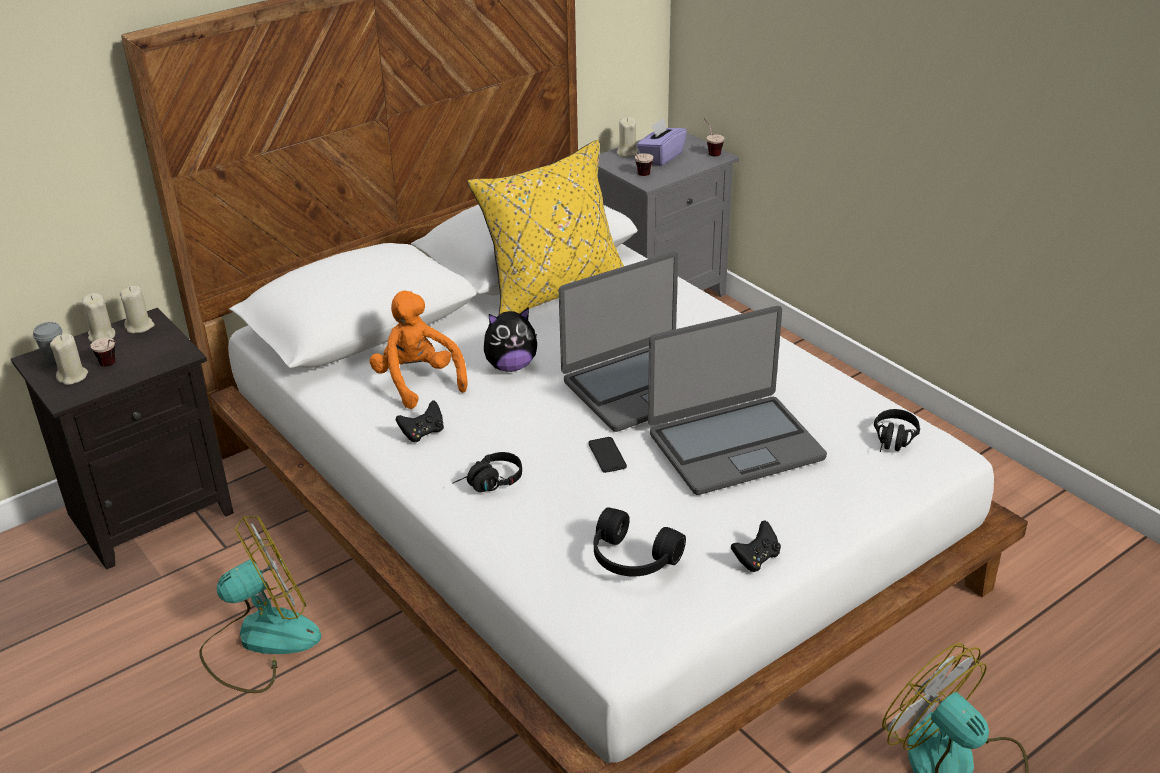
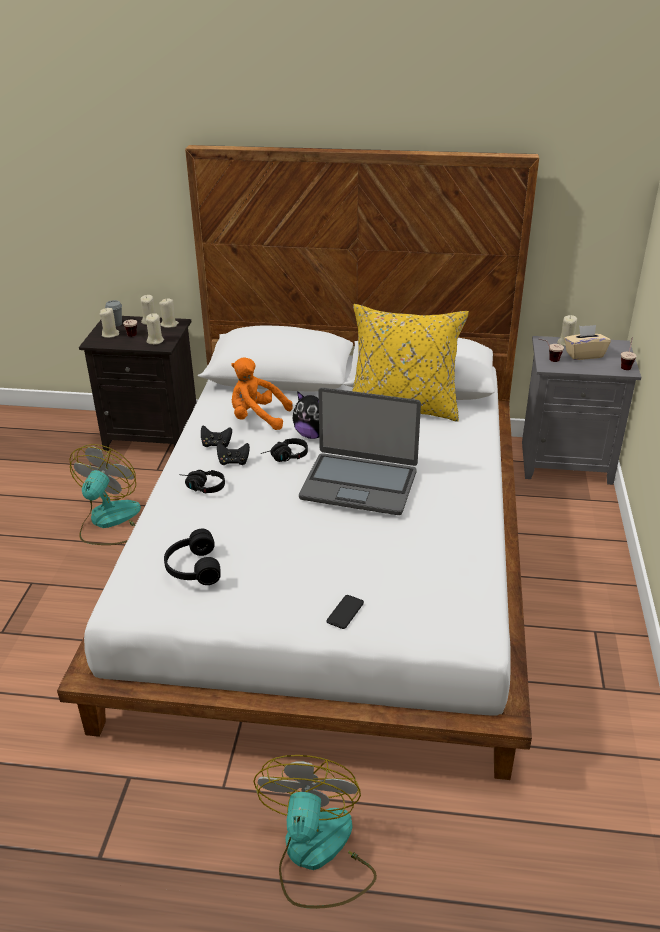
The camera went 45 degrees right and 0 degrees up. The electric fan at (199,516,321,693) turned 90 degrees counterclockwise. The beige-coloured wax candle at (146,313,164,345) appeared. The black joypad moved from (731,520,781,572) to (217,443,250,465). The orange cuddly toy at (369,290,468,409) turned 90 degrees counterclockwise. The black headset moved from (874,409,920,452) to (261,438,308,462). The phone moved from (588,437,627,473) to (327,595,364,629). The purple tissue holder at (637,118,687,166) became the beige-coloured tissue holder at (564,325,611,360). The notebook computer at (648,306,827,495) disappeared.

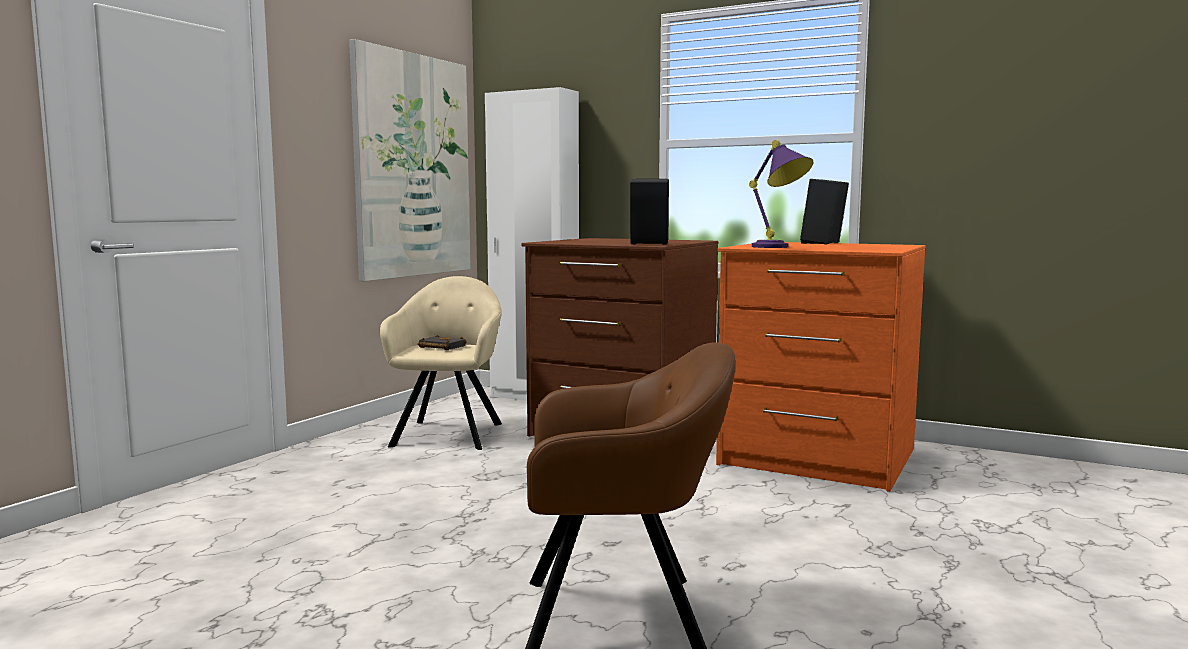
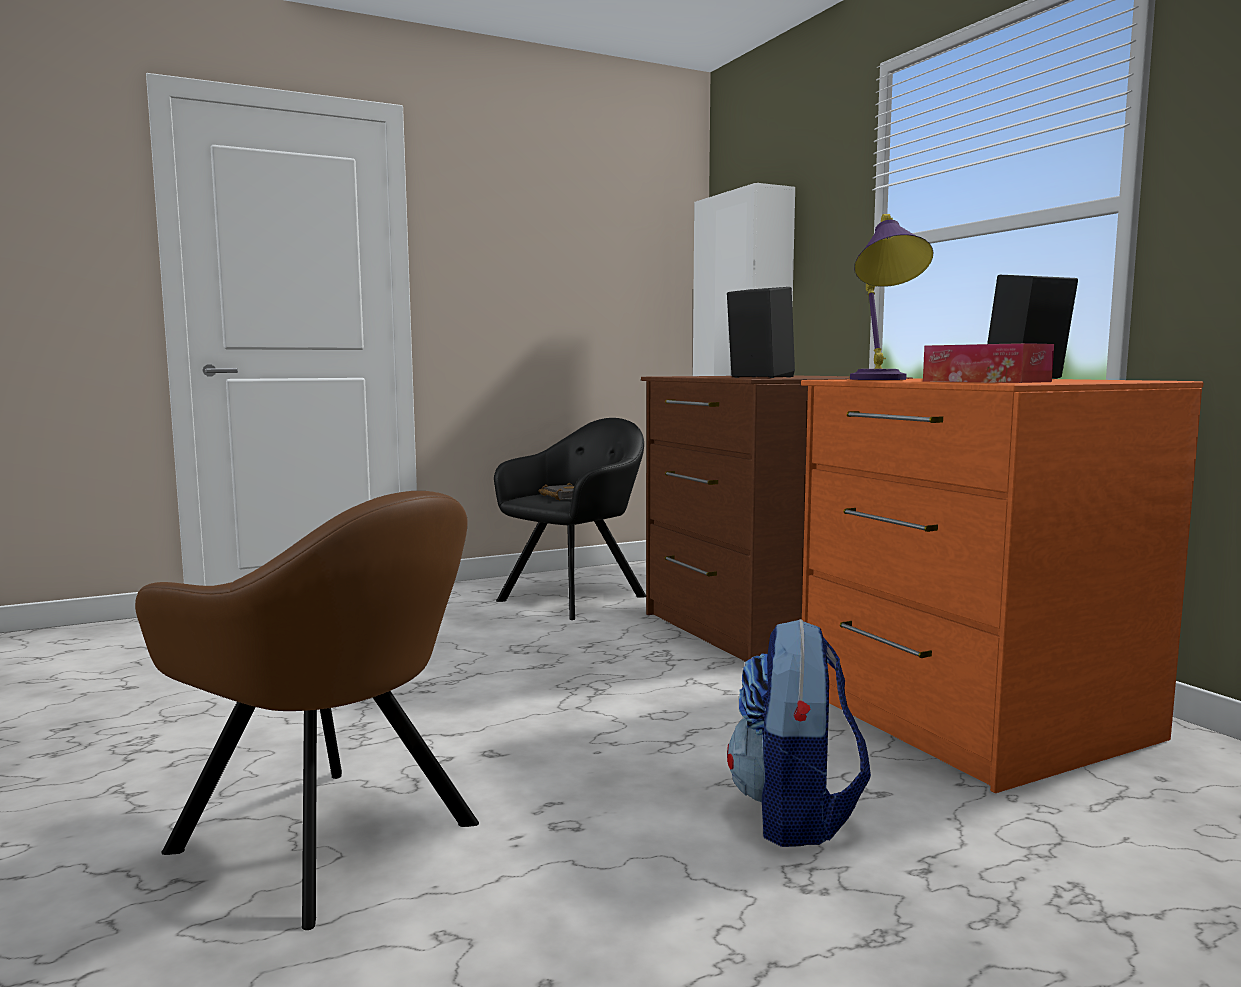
The camera went 35 degrees right and 0 degrees up. The beige-coloured easy chair at (380,276,502,450) became the black easy chair at (494,418,646,620). The rucksack at (727,619,871,847) appeared. The tissue holder at (923,343,1054,383) appeared. The picture at (349,39,471,281) disappeared.

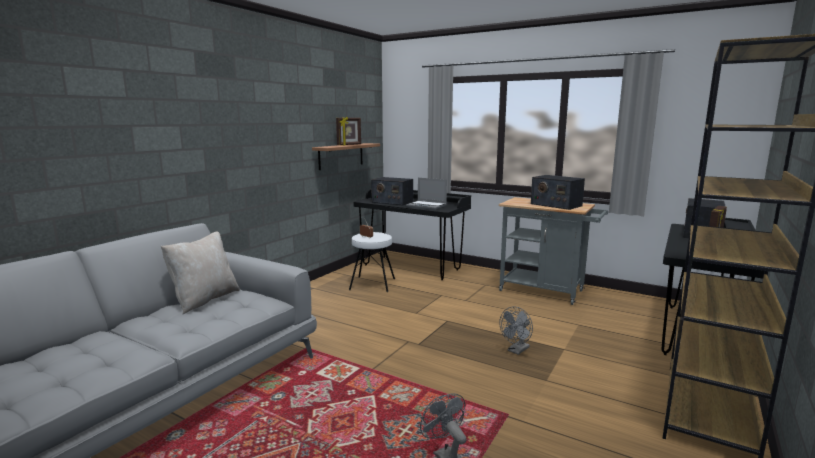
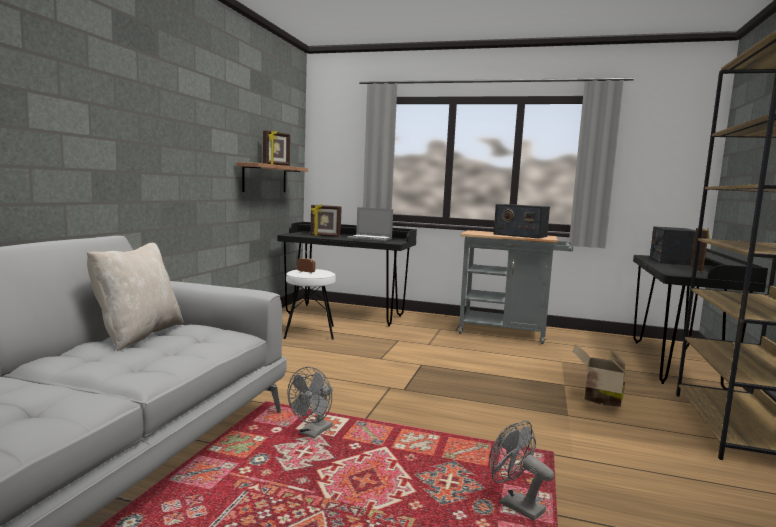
The camera went 15 degrees left and 5 degrees down. The greyish electric fan moved from (499,307,533,355) to (287,367,333,438). The radio at (371,177,413,205) was replaced by the photo frame at (310,204,342,237). The carton at (572,344,625,407) appeared.

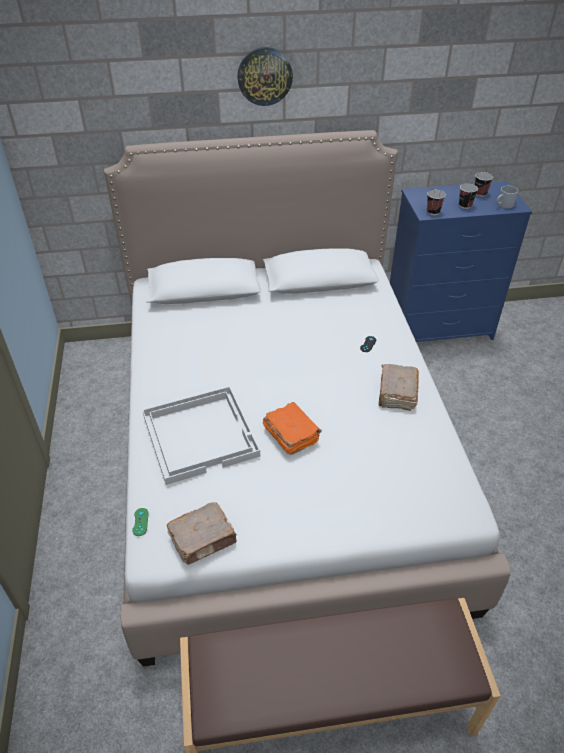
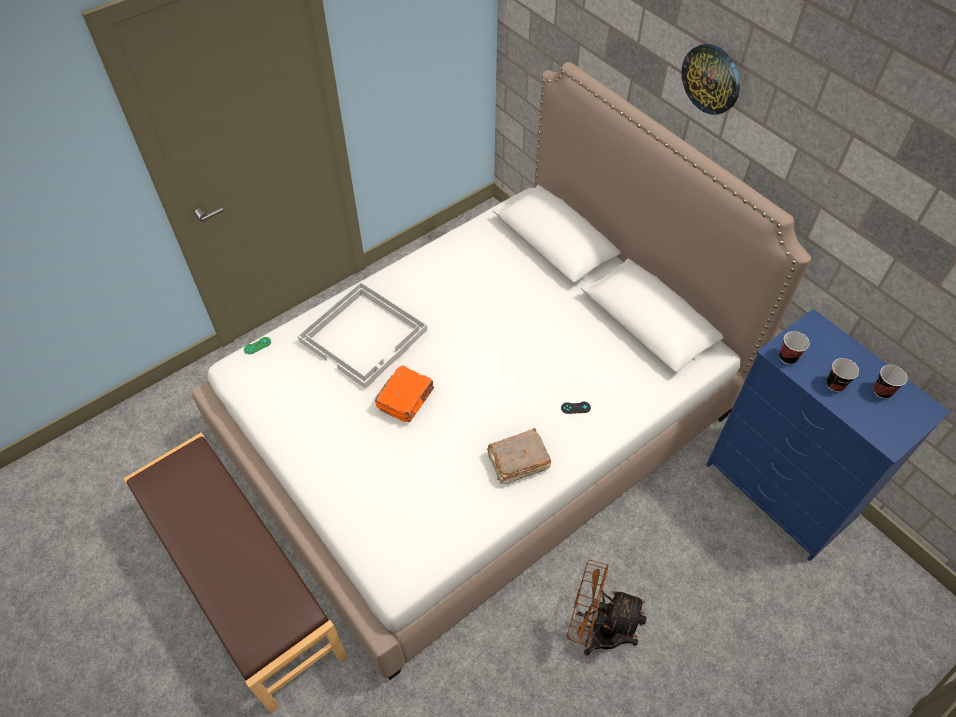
The camera went 60 degrees right and 10 degrees up. The brownish electric fan at (567,560,647,656) appeared. The brownish bound book at (167,502,237,565) disappeared. The greyish coffee mug at (496,186,518,208) disappeared.

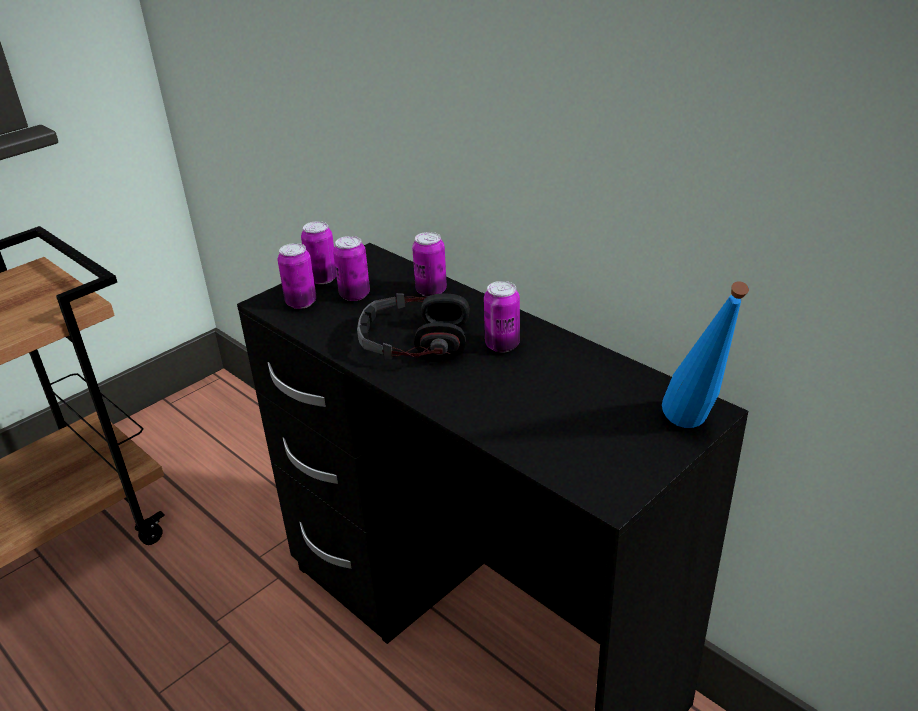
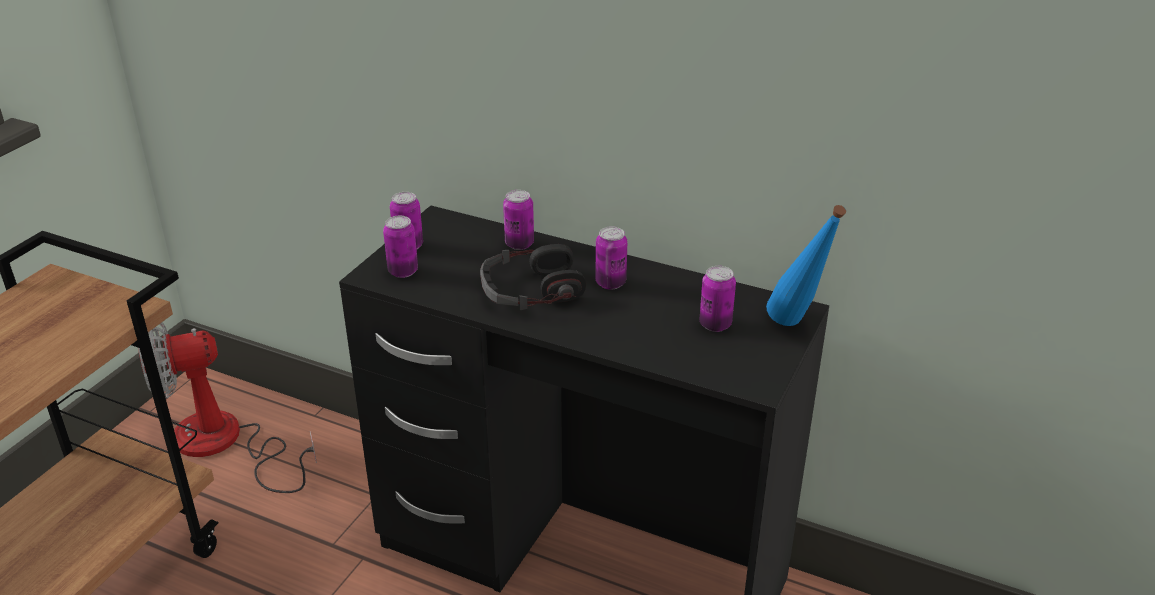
The camera went 20 degrees left and 0 degrees up. The electric fan at (138,322,317,493) appeared. The sealed can moved from (333,236,370,301) to (699,266,736,332).

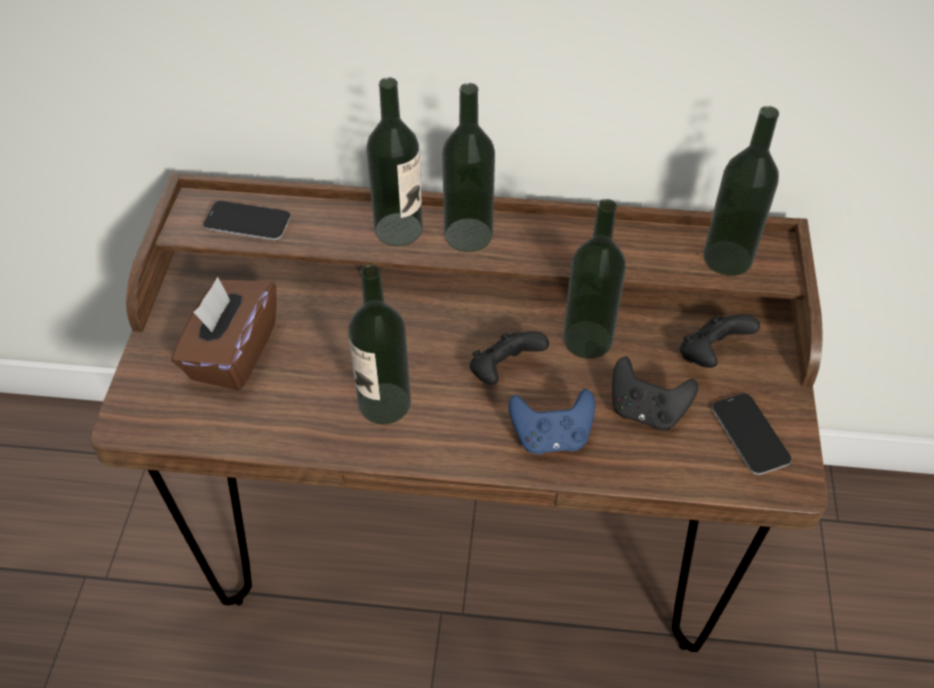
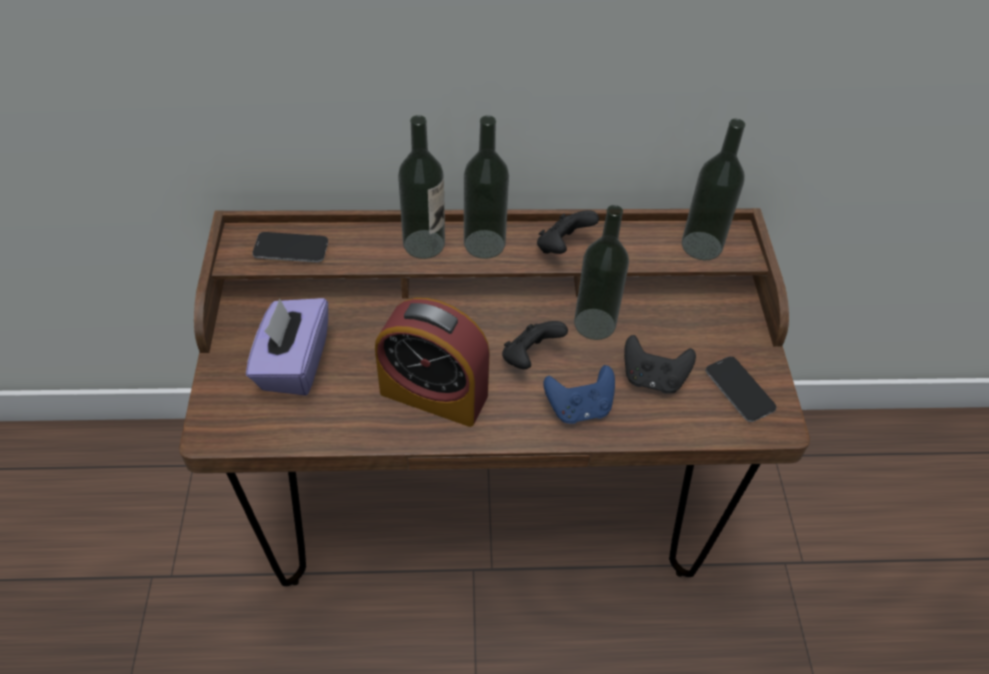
The camera went 10 degrees left and 0 degrees up. The brownish tissue holder at (171,277,276,390) became the purple tissue holder at (246,298,328,395). The drink bottle at (348,265,411,424) was replaced by the table clock at (375,298,490,427). The black joypad moved from (680,314,760,368) to (537,210,599,254).

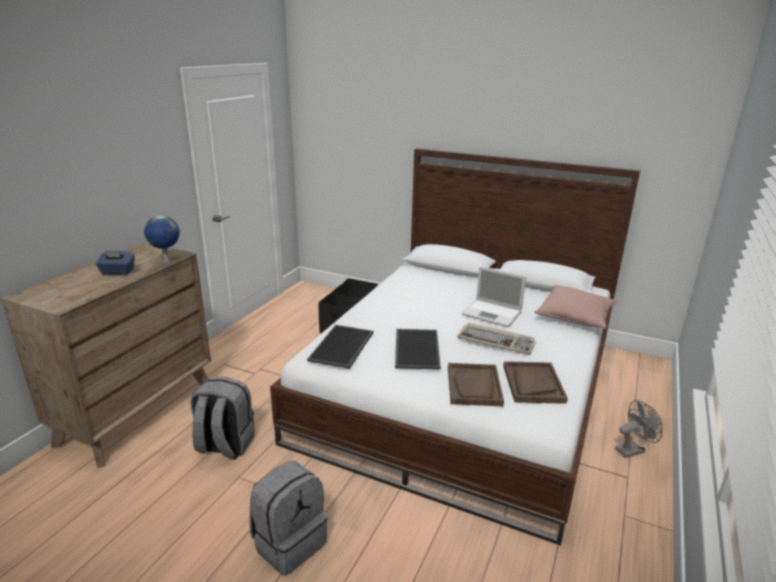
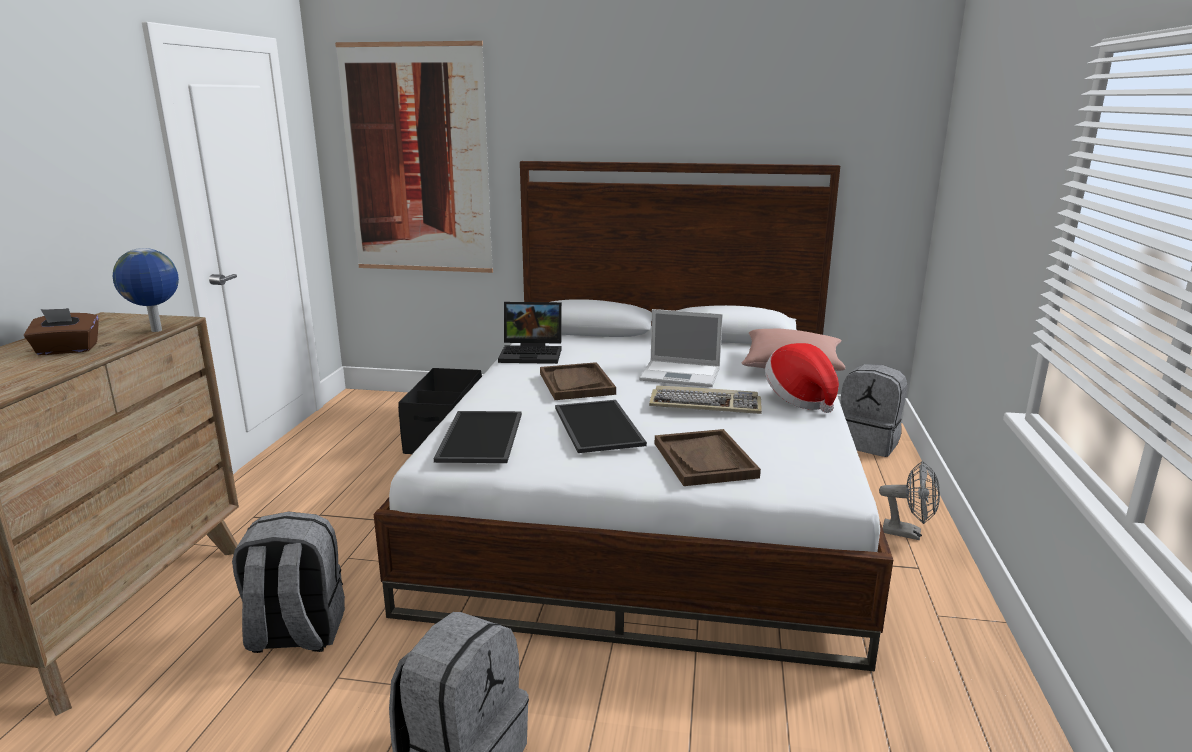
The camera went 15 degrees left and 5 degrees down. The blue tissue holder at (96,250,135,275) became the brownish tissue holder at (24,308,99,355). The picture at (335,41,493,273) appeared. The notebook computer at (498,302,562,364) appeared. The brownish serving tray moved from (503,361,568,404) to (540,362,616,400). The wearable hat at (765,343,839,413) appeared. The greyish rucksack at (840,364,907,457) appeared. The greyish electric fan at (615,400,662,458) turned 60 degrees clockwise.

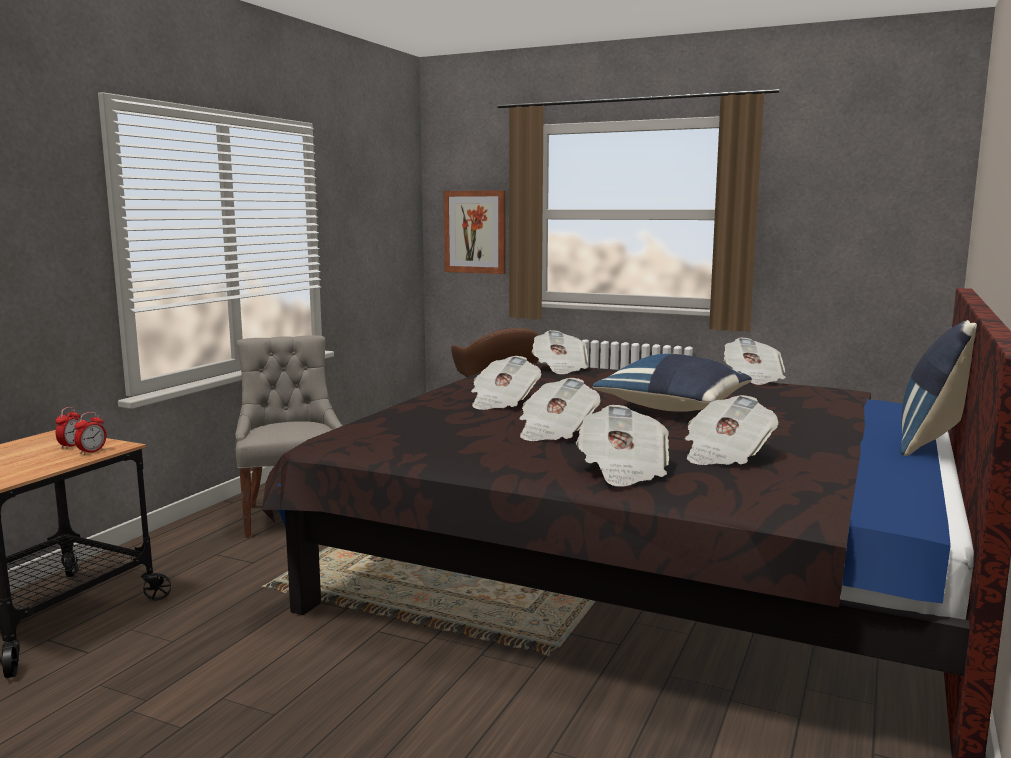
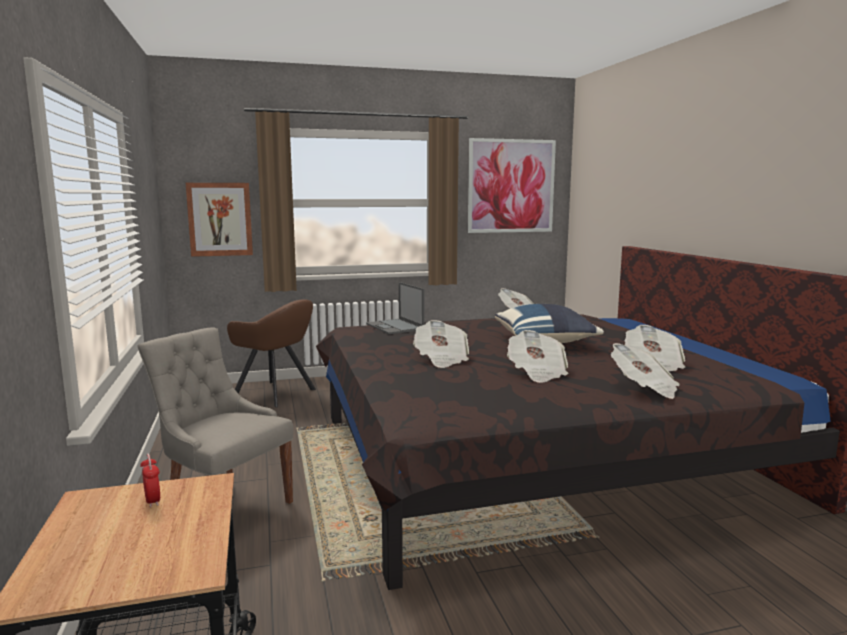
The camera went 40 degrees left and 0 degrees up. The newspaper at (532,330,588,374) was replaced by the notebook computer at (366,282,425,334). The picture at (468,138,556,233) appeared. The table clock at (74,412,107,455) disappeared. The blue cushion at (900,320,977,456) disappeared.

